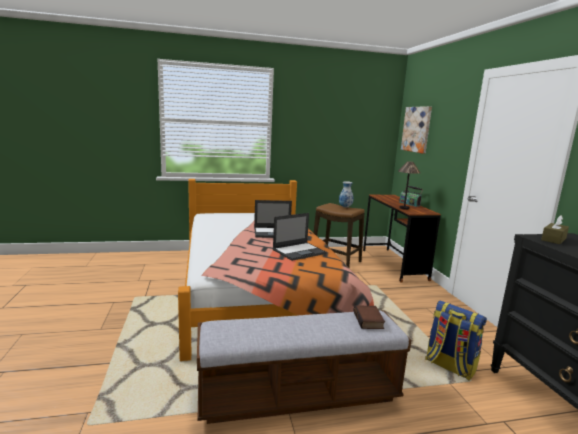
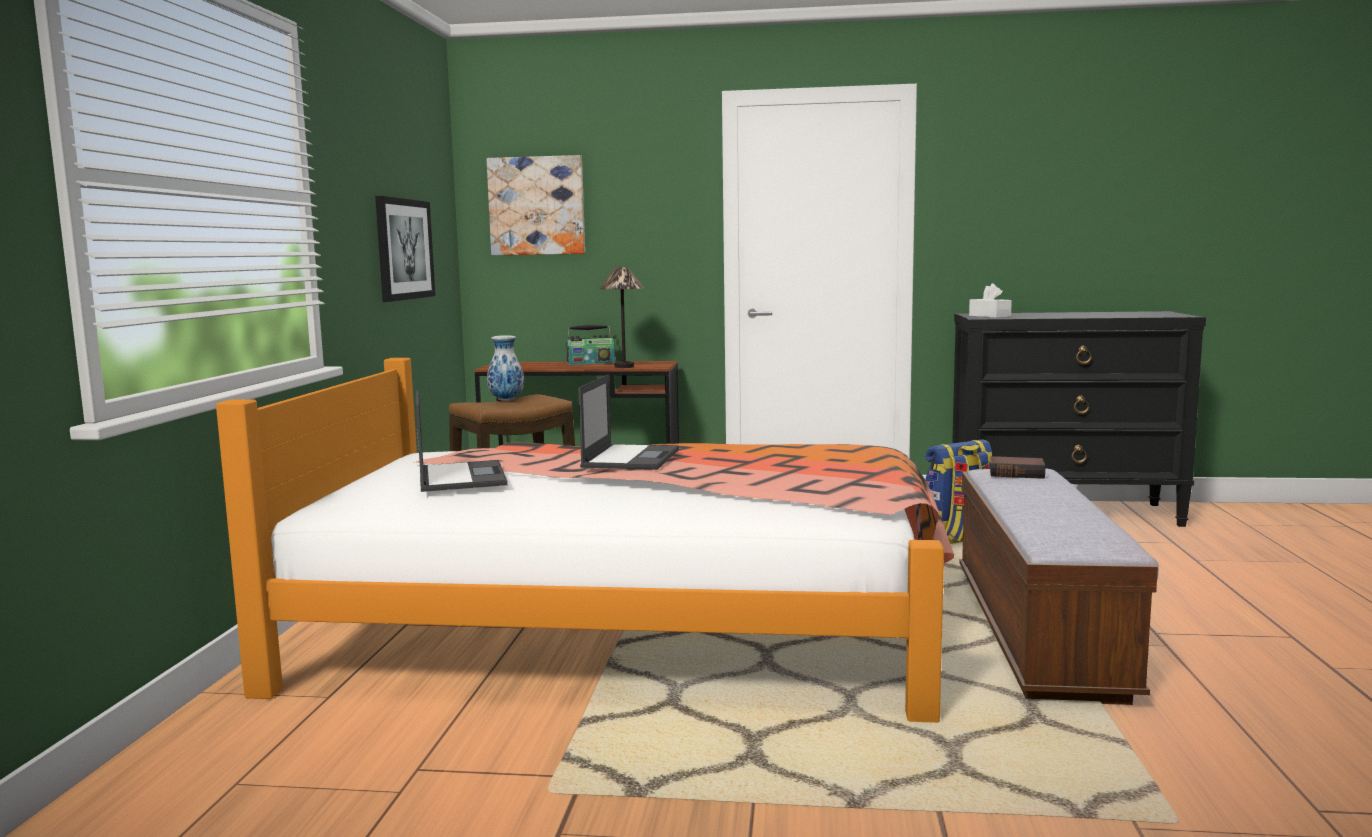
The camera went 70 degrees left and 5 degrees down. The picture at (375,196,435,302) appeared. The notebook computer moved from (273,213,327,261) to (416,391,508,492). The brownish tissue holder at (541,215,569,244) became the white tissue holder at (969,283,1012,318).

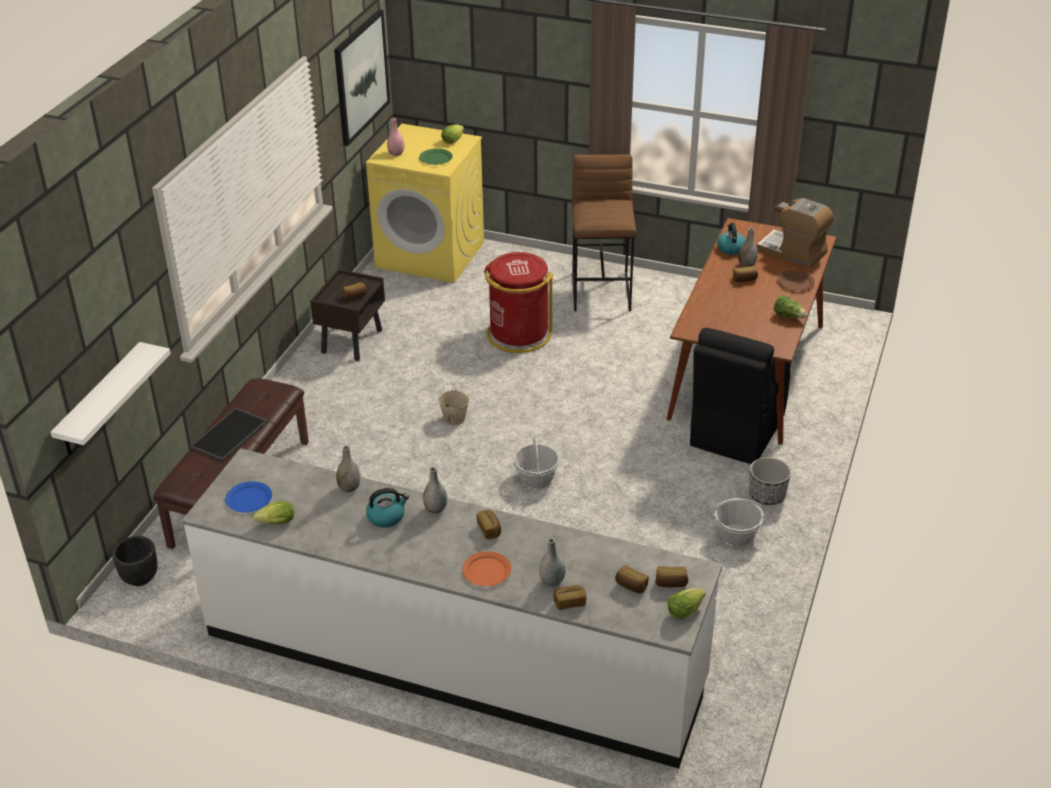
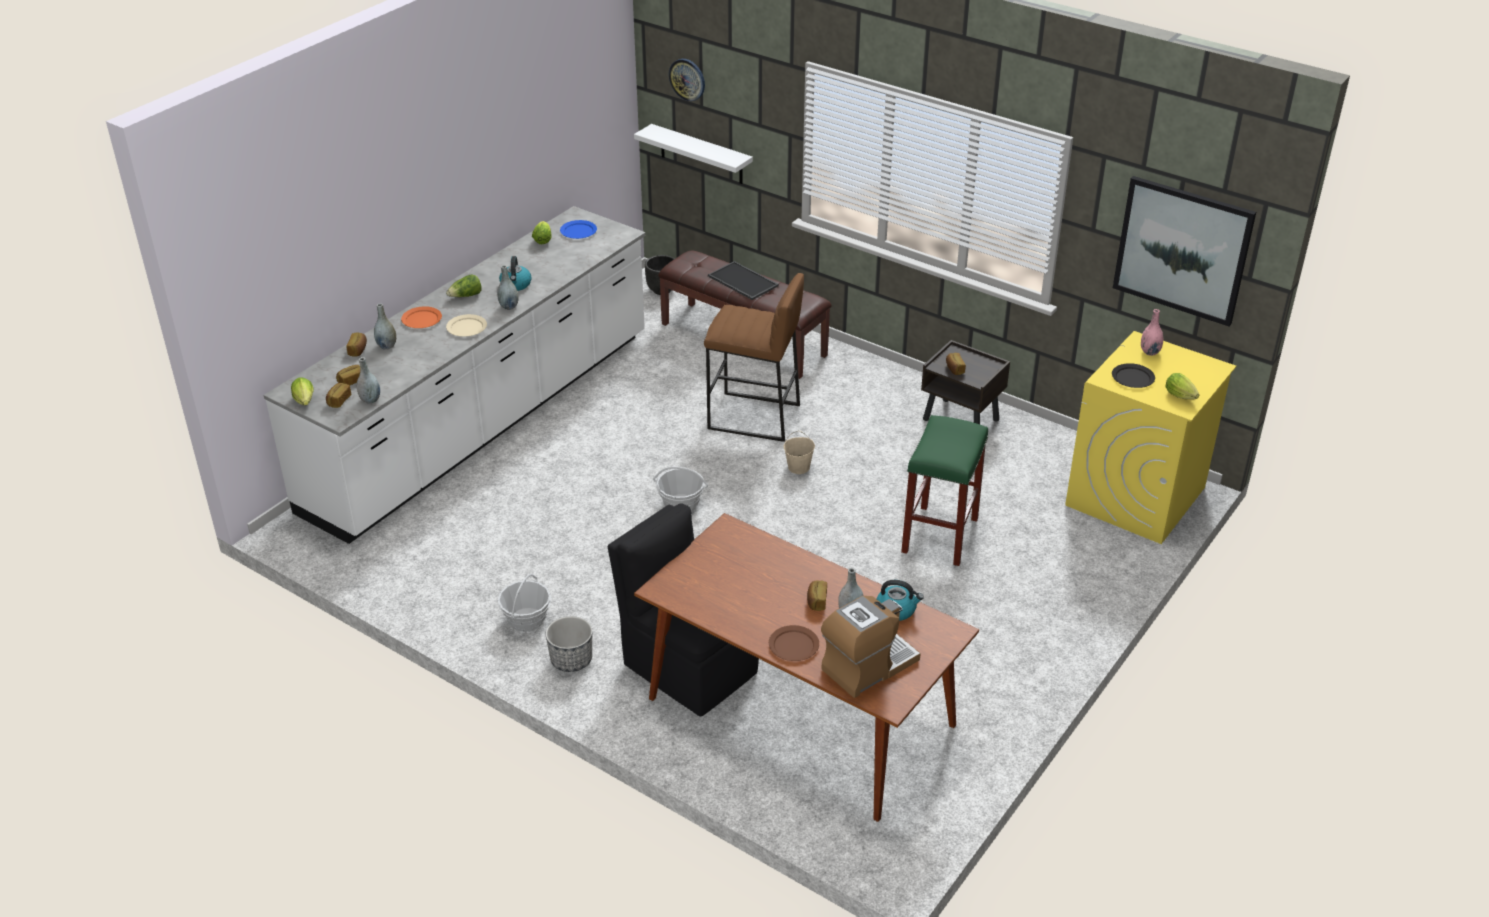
The camera went 105 degrees right and 0 degrees up. The greyish decorative vase moved from (336,445,360,492) to (357,357,380,404). The lettuce moved from (774,295,807,318) to (446,274,482,297). The bakery bread at (476,510,501,539) was replaced by the beige-coloured flat dish at (446,314,487,337). The wall clock at (669,59,705,101) appeared. The brownish stool moved from (572,154,636,311) to (704,273,804,442). The red trash can at (484,252,553,353) was replaced by the green stool at (901,415,988,566). The green flat dish at (419,148,453,165) became the black flat dish at (1112,363,1155,388).

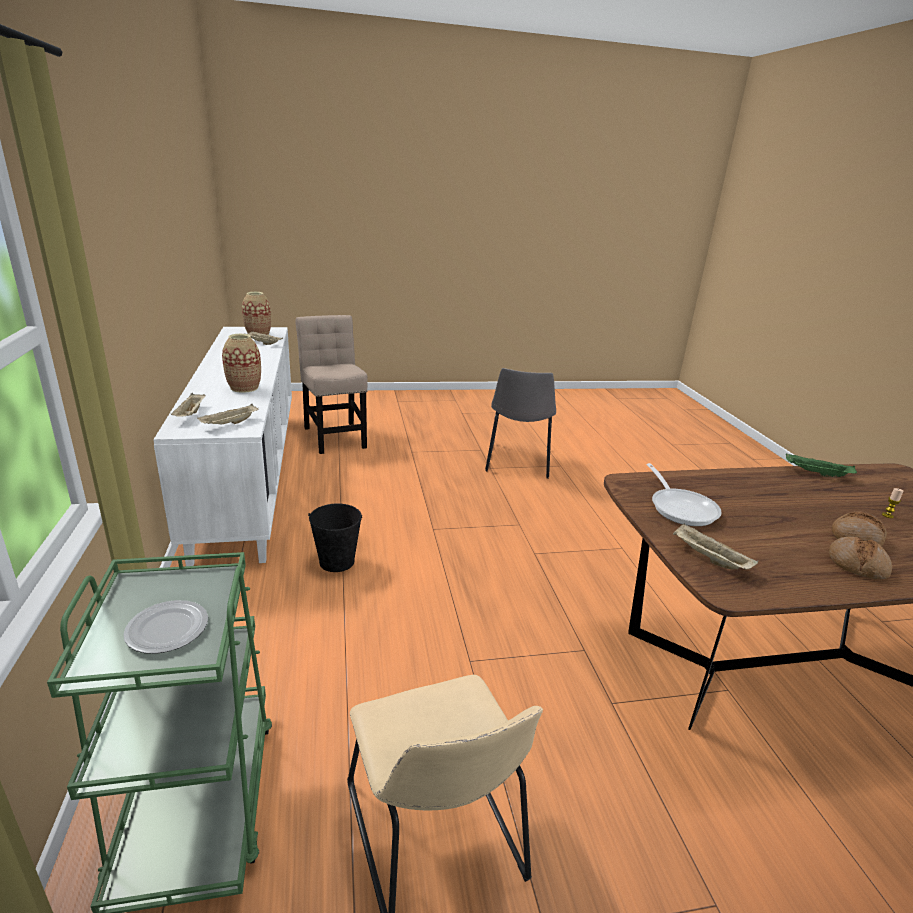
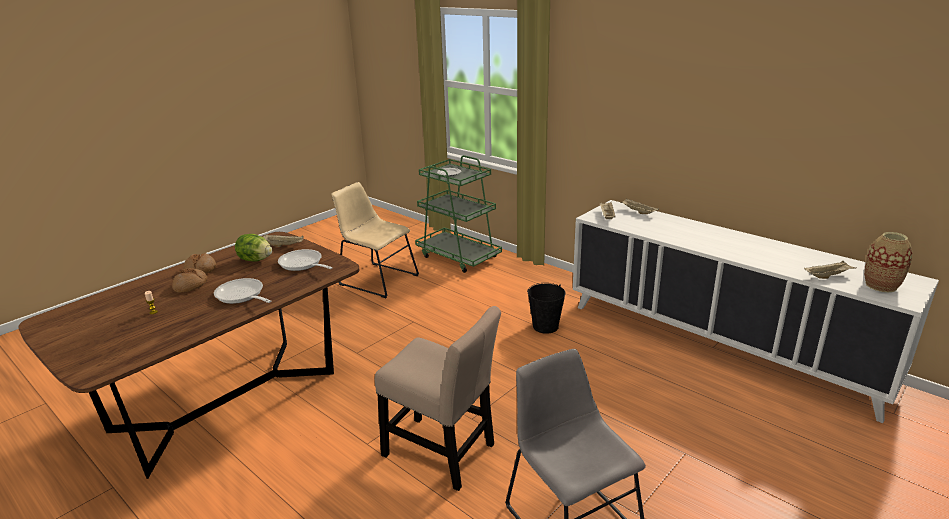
The camera went 145 degrees right and 0 degrees up. The frying pan at (214,278,271,304) appeared. The lettuce at (235,234,272,262) appeared. The beige-coloured upright chair moved from (295,315,368,454) to (375,306,501,491). The decorative vase at (222,334,261,393) disappeared. The green serving tray at (786,453,857,477) disappeared.

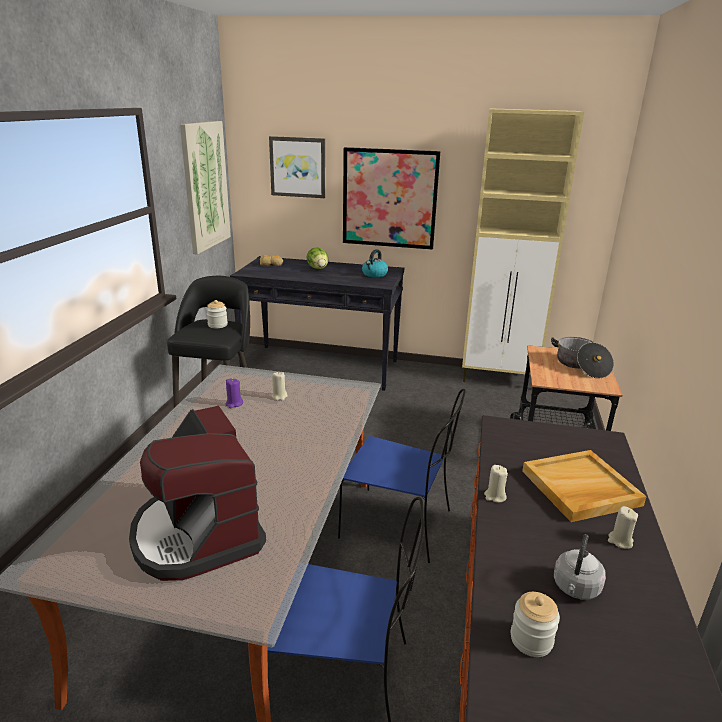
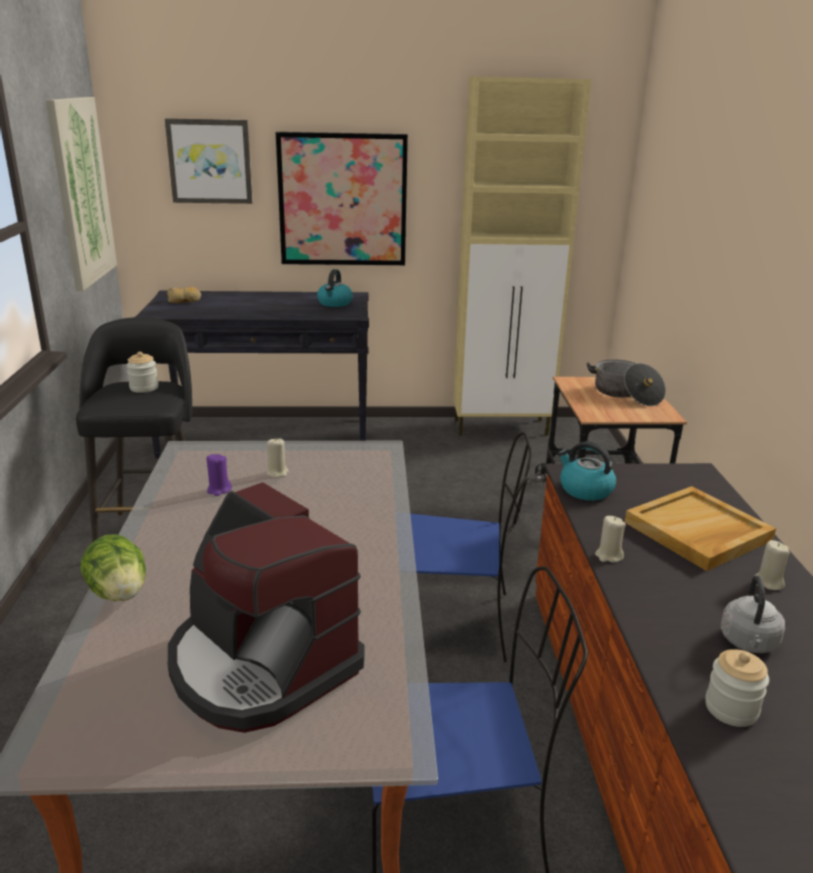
The camera went 15 degrees left and 0 degrees up. The lettuce moved from (306,248,328,269) to (81,534,146,601). The tea kettle at (558,441,616,501) appeared.

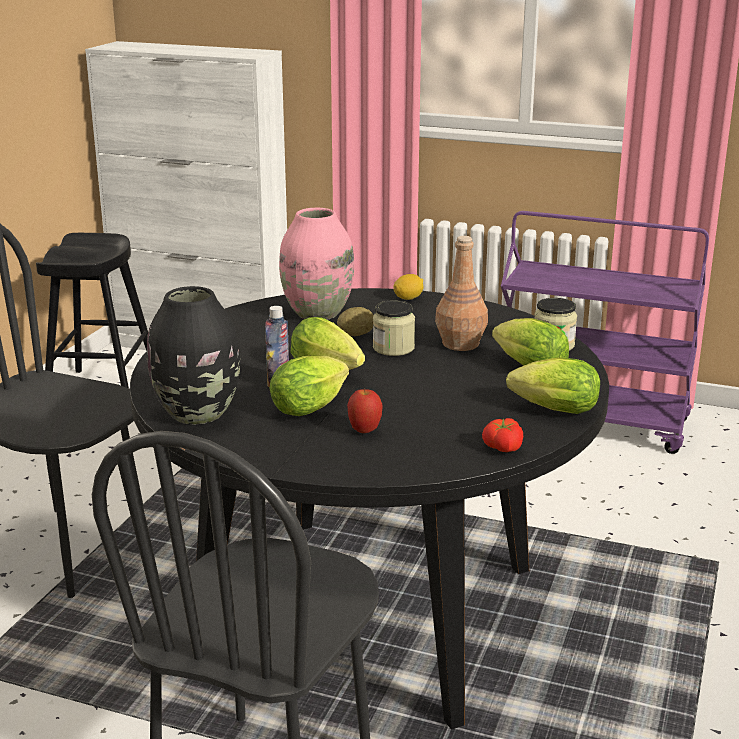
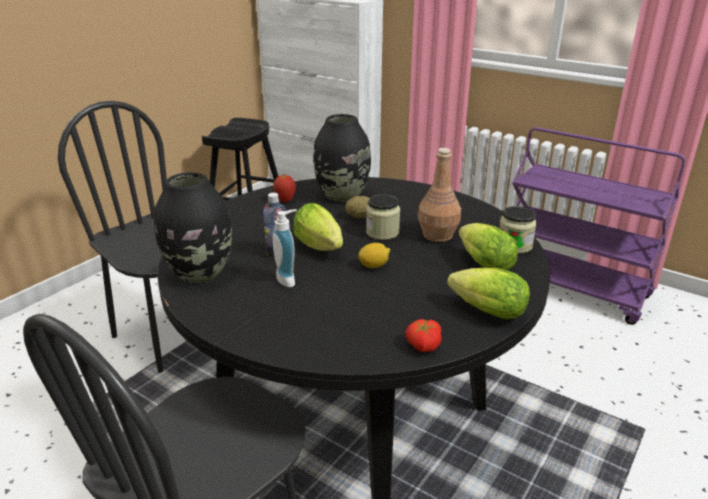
The camera went 15 degrees right and 5 degrees up. The lettuce at (270,356,349,416) was replaced by the soap dispenser at (272,209,297,287). The apple moved from (347,388,383,433) to (273,174,296,202). The pink-coloured decorative vase at (279,208,354,320) became the black decorative vase at (313,114,371,202). The lemon moved from (393,274,424,300) to (358,243,390,268).

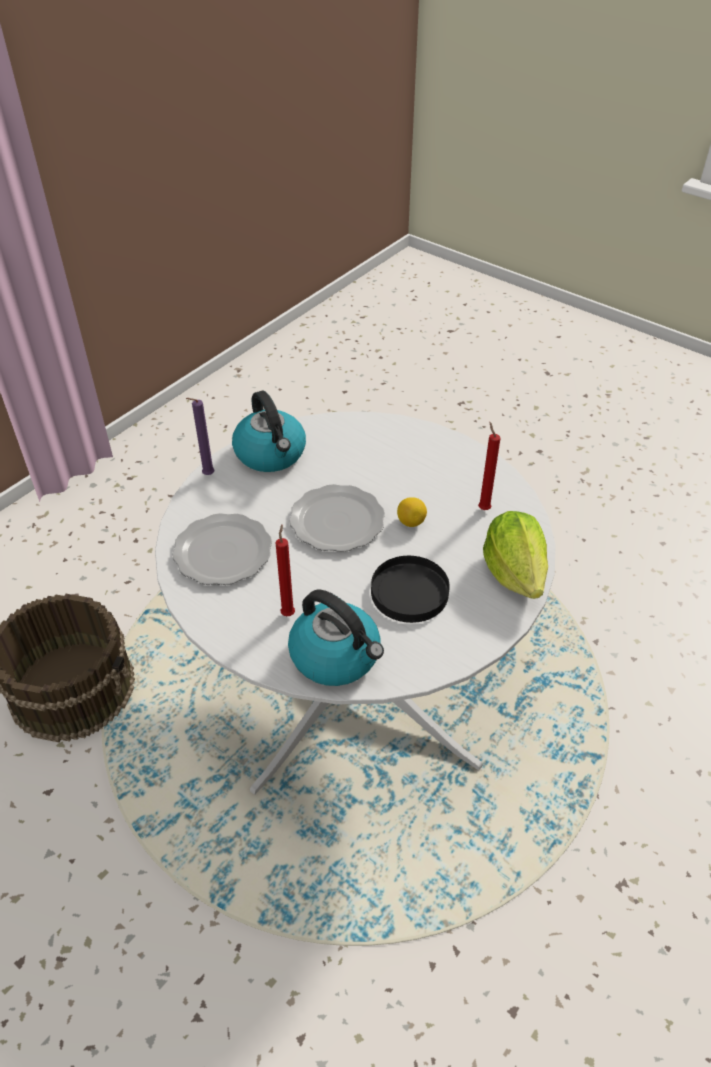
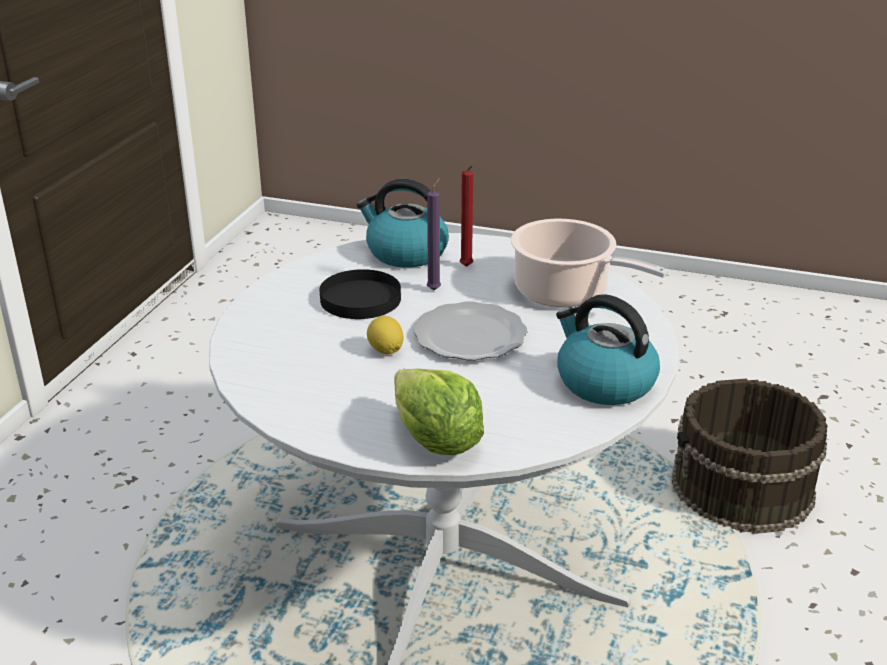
The camera went 160 degrees right and 15 degrees down. The lettuce moved from (483,511,548,599) to (394,368,484,455). The purple wax candle moved from (186,398,215,475) to (427,178,441,290). The flat dish at (172,513,272,585) was replaced by the saucepot at (511,219,669,307). The red wax candle at (478,422,501,510) disappeared.

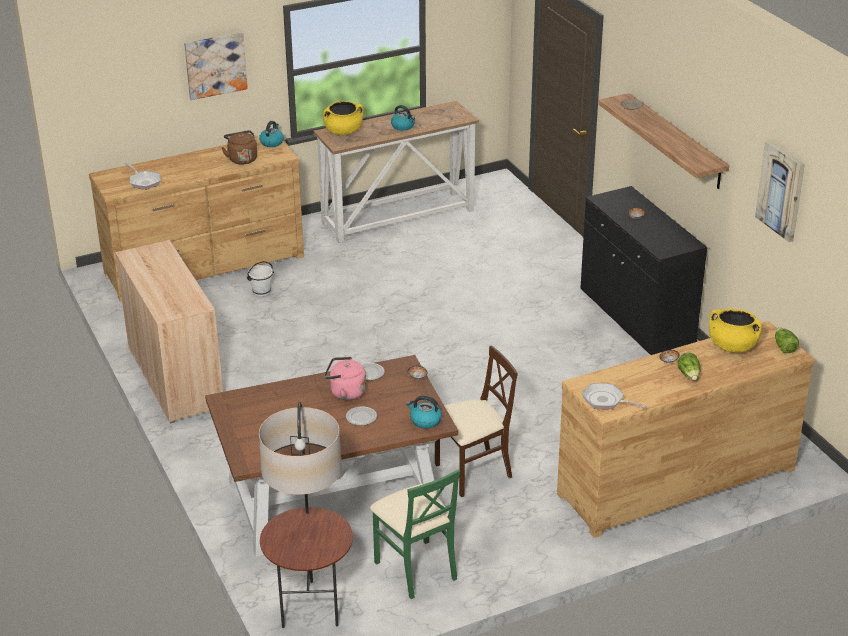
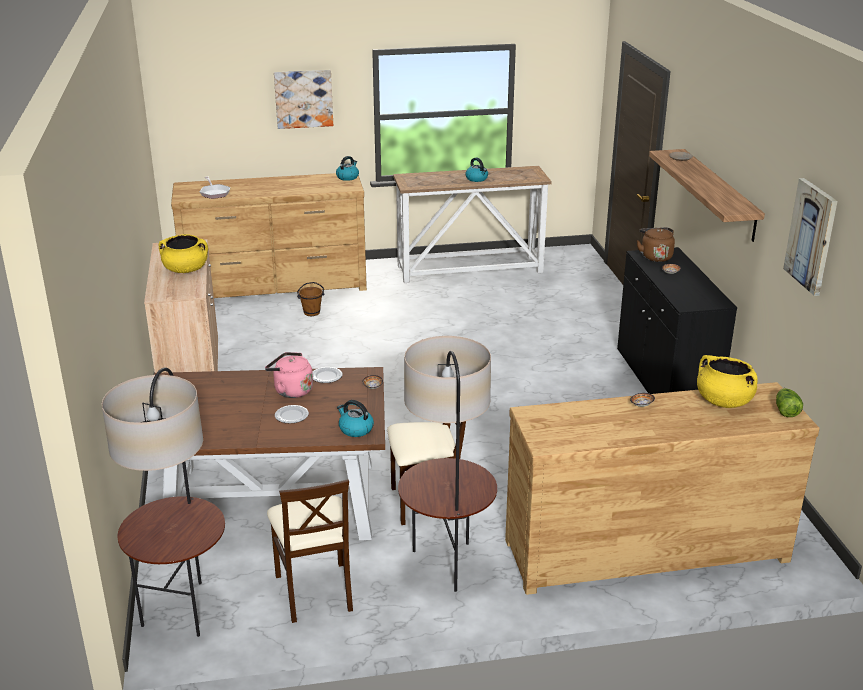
The camera went 15 degrees right and 5 degrees down. The yellowish saucepot moved from (323,101,364,135) to (158,234,208,273). The green upright chair at (370,469,460,599) became the beige-coloured upright chair at (267,479,353,623). The white bucket at (247,261,274,297) became the brownish bucket at (297,282,324,316). The standing lamp at (398,336,497,592) appeared. The brownish tea kettle moved from (221,130,257,165) to (637,227,675,262). The frying pan at (582,383,647,409) disappeared. The lettuce at (678,353,700,380) disappeared.

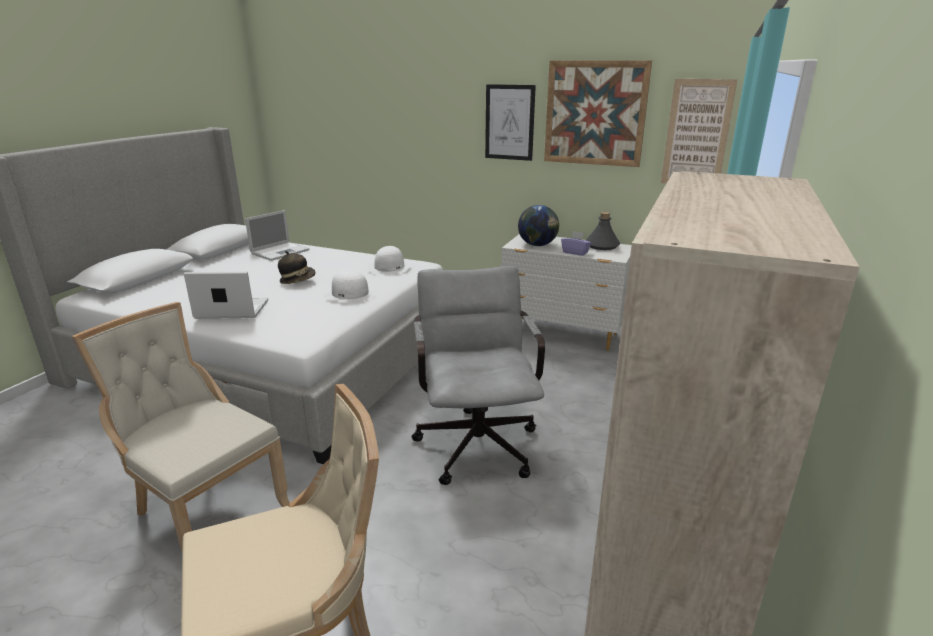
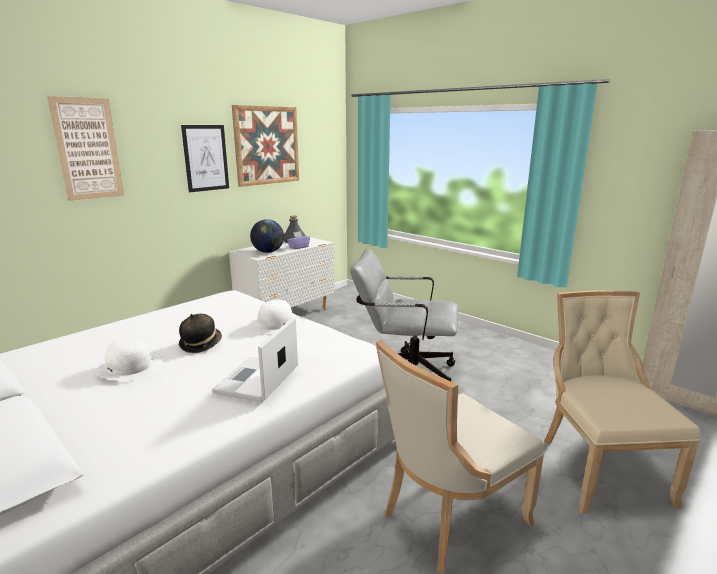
The camera went 70 degrees left and 5 degrees down. The picture moved from (661,79,738,184) to (47,96,124,201). The white wearable hat moved from (368,246,411,276) to (95,337,163,381). The notebook computer at (245,210,309,261) disappeared.

